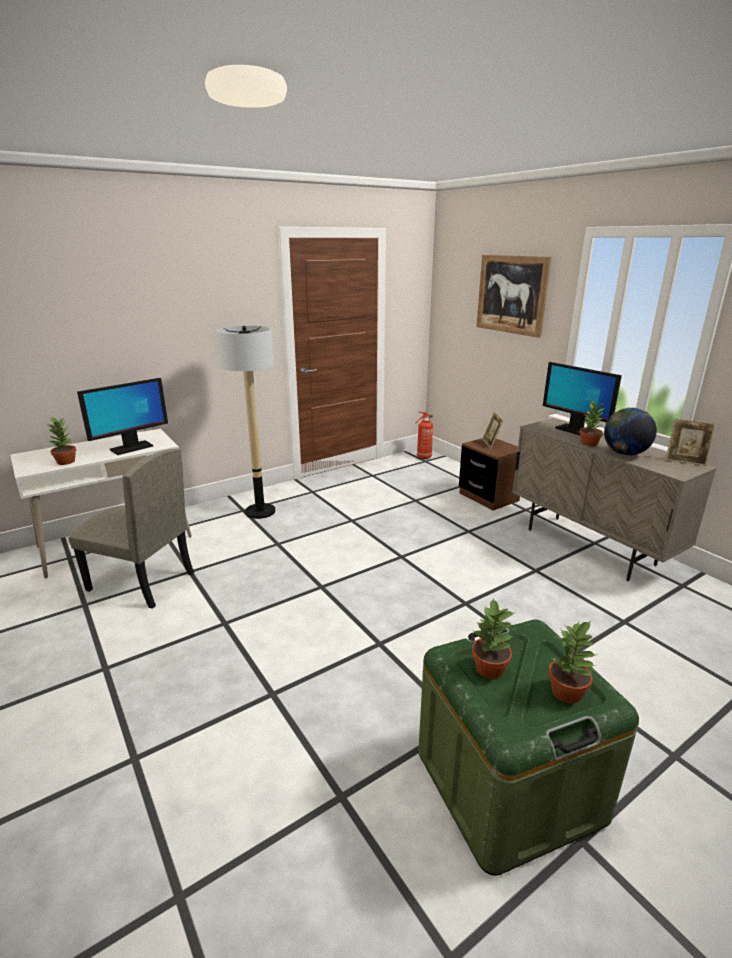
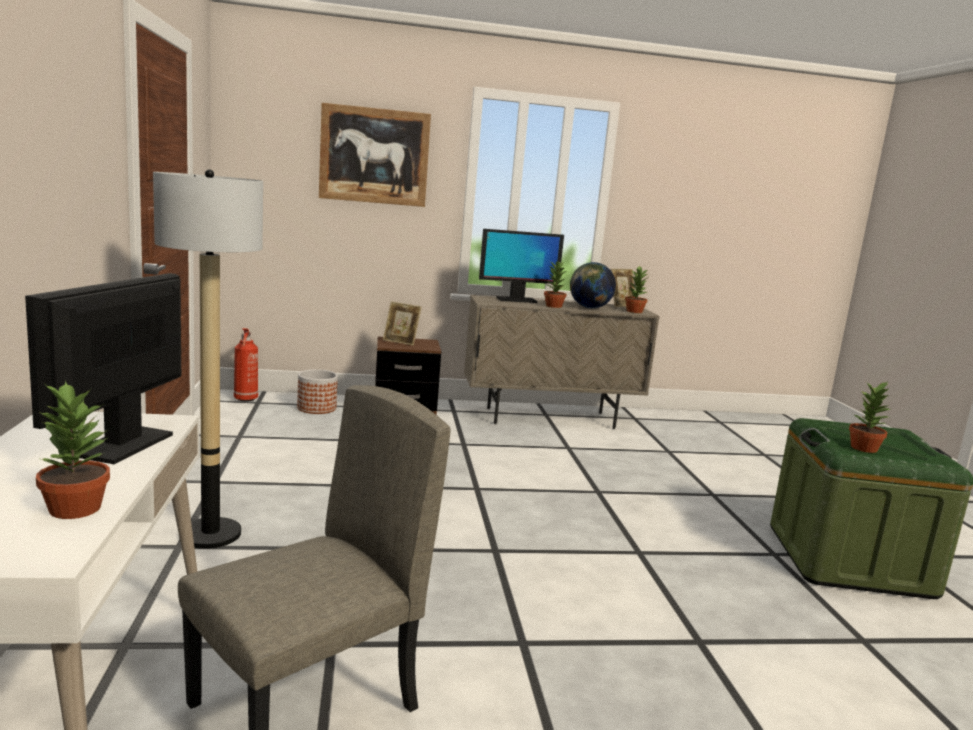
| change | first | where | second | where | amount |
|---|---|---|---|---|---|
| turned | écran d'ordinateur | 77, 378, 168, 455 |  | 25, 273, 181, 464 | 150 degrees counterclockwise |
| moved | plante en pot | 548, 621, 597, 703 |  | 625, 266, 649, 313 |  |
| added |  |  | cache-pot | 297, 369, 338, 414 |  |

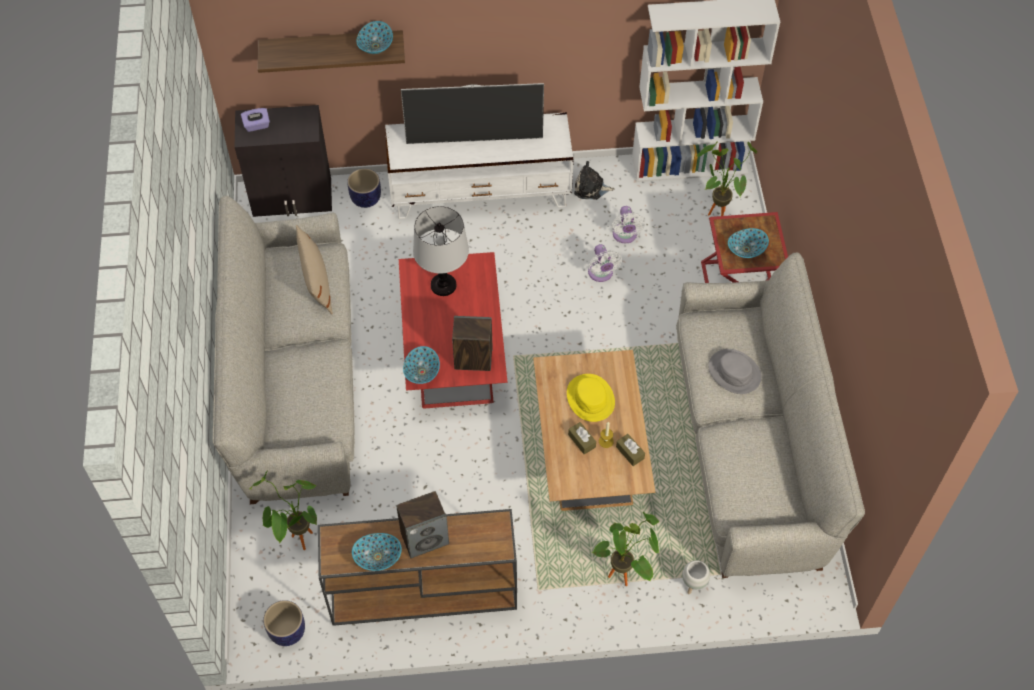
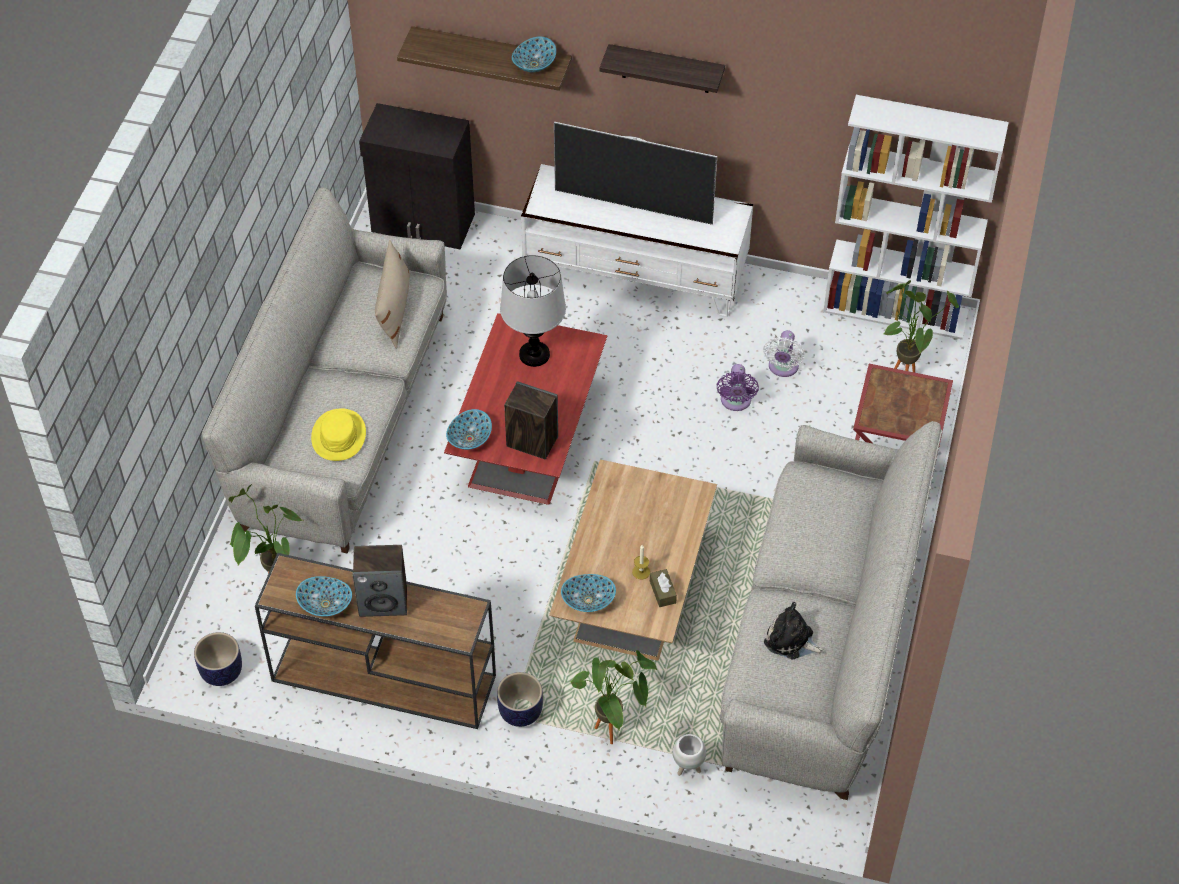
| change | first | where | second | where | amount |
|---|---|---|---|---|---|
| removed | boîte à mouchoirs (violet) | 241, 108, 270, 132 |  |  |  |
| moved | cache-pot | 347, 169, 381, 208 |  | 497, 672, 543, 727 |  |
| moved | chapeau (jaune) | 567, 374, 615, 422 |  | 311, 408, 366, 461 |  |
| removed | boîte à mouchoirs (marron) | 568, 422, 596, 454 |  |  |  |
| moved | peluche | 574, 161, 615, 200 |  | 764, 602, 824, 659 |  |
| recoloured | ventilateur (blanc) | 588, 244, 622, 282 | ventilateur (violet) | 716, 364, 759, 411 |  |
| removed | chapeau (gris) | 708, 349, 762, 394 |  |  |  |
| moved | bol | 728, 228, 769, 258 |  | 561, 574, 616, 612 |  |
| added |  |  | étagère | 600, 44, 725, 93 |  |

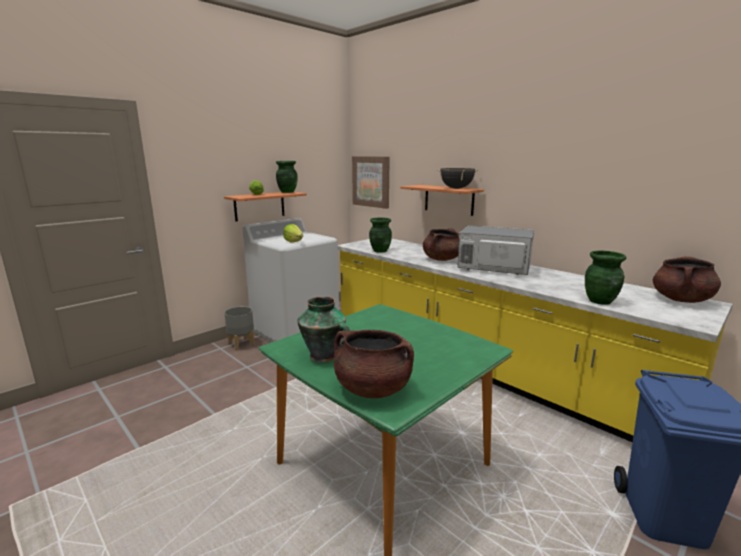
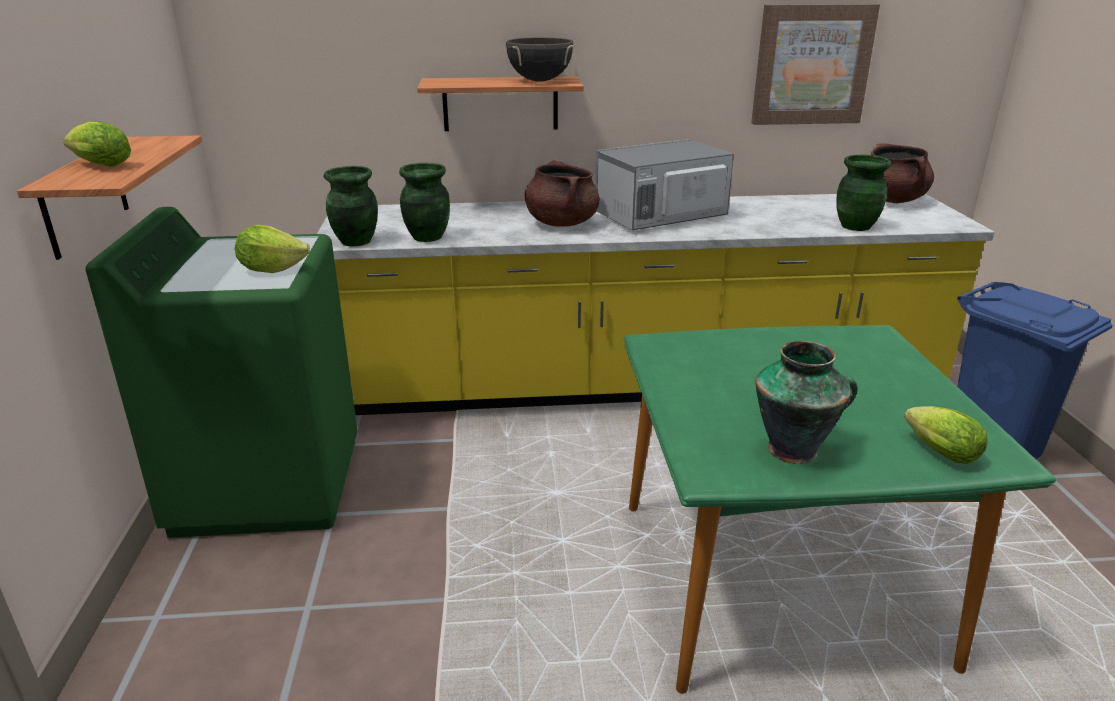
| change | first | where | second | where | amount |
|---|---|---|---|---|---|
| removed | cache-pot (gris) | 224, 306, 255, 351 |  |  |  |
| recoloured | lave-linge (blanc) | 243, 218, 339, 342 | lave-linge (vert) | 86, 207, 358, 538 |  |
| moved | vase (vert) | 276, 161, 298, 193 |  | 324, 166, 378, 246 |  |
| replaced | marmite (marron) | 334, 330, 414, 398 | laitue | 904, 406, 988, 464 |  |
| moved | tableau | 352, 156, 390, 209 |  | 751, 4, 880, 125 |  |

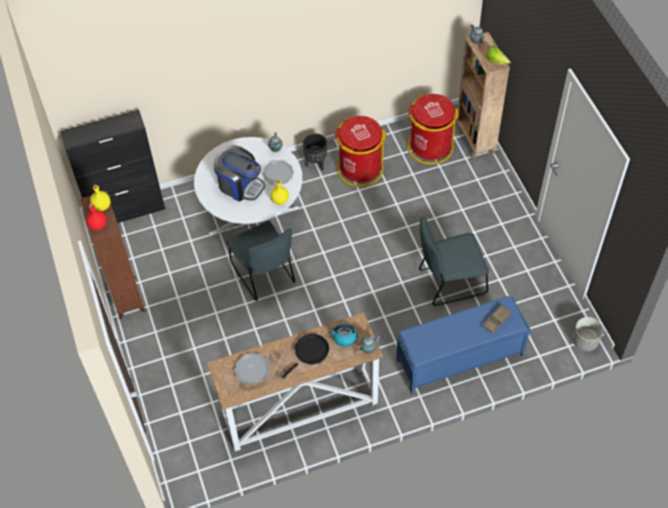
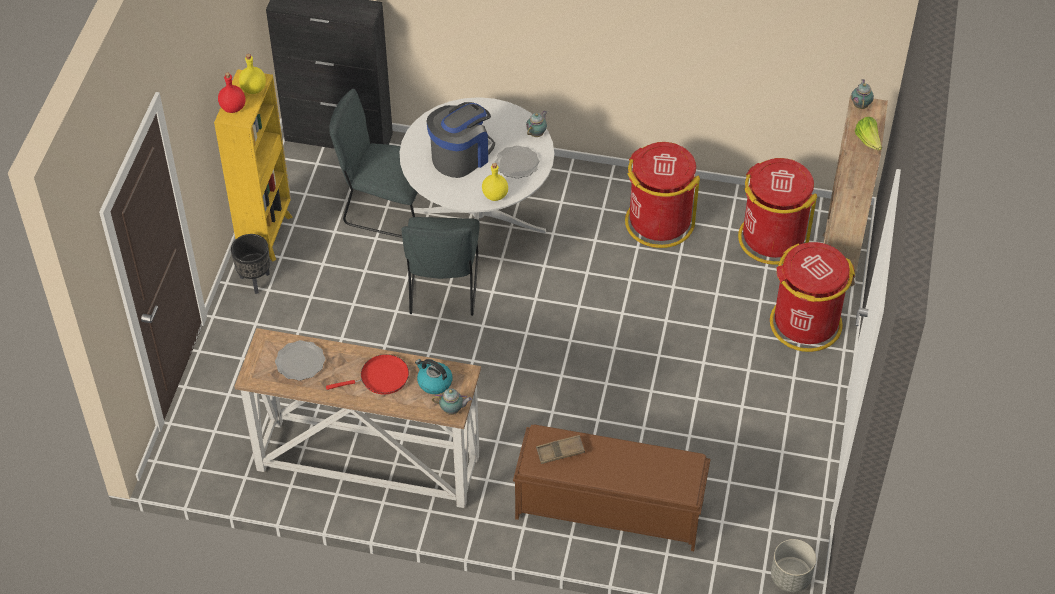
| change | first | where | second | where | amount |
|---|---|---|---|---|---|
| recoloured | bibliothèque (marron) | 81, 191, 146, 319 | bibliothèque (jaune) | 214, 69, 293, 261 |  |
| turned | machine à café | 214, 145, 265, 202 |  | 426, 102, 495, 178 | 105 degrees counterclockwise |
| recoloured | poêle (noir) | 282, 334, 329, 379 | poêle (rouge) | 326, 354, 409, 394 |  |
| moved | cache-pot (noir) | 303, 133, 327, 171 |  | 231, 234, 270, 294 |  |
| recoloured | banc (bleu) | 396, 296, 531, 394 | banc (marron) | 513, 425, 711, 551 |  |
| moved | chaise (gris) | 419, 215, 489, 306 |  | 329, 89, 418, 238 |  |
| moved | plateau (marron) | 482, 305, 512, 334 |  | 536, 435, 585, 464 |  |
| added |  |  | poubelle (rouge) | 770, 242, 855, 352 |  |

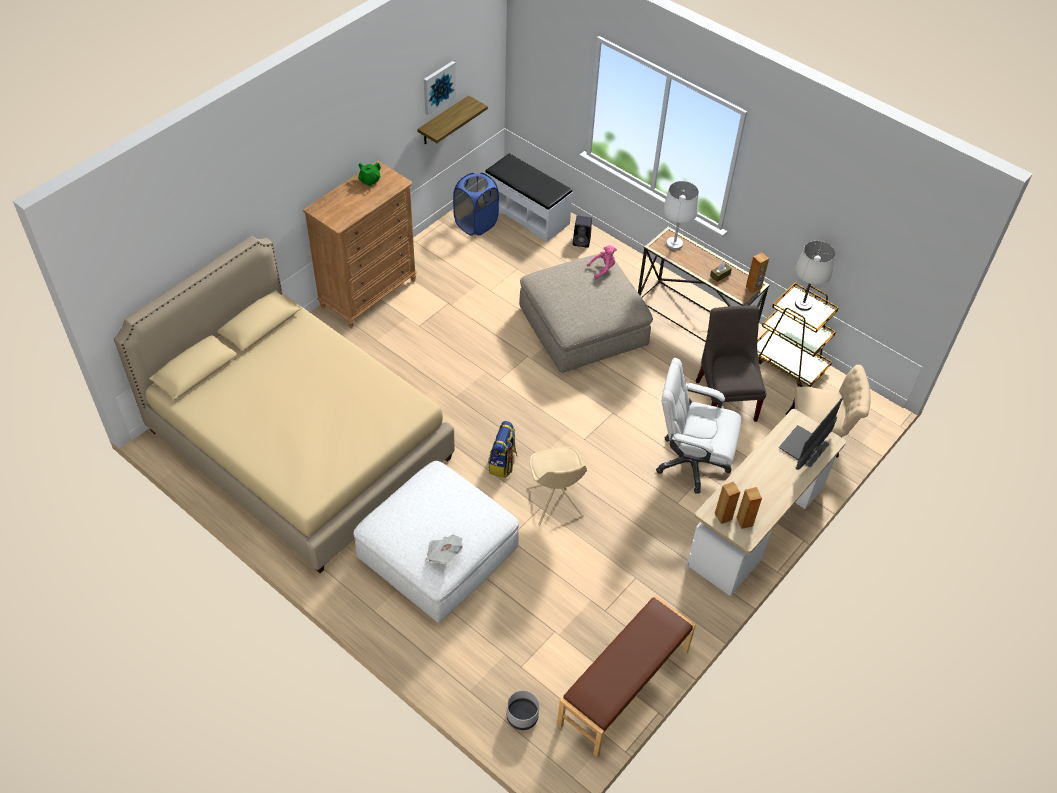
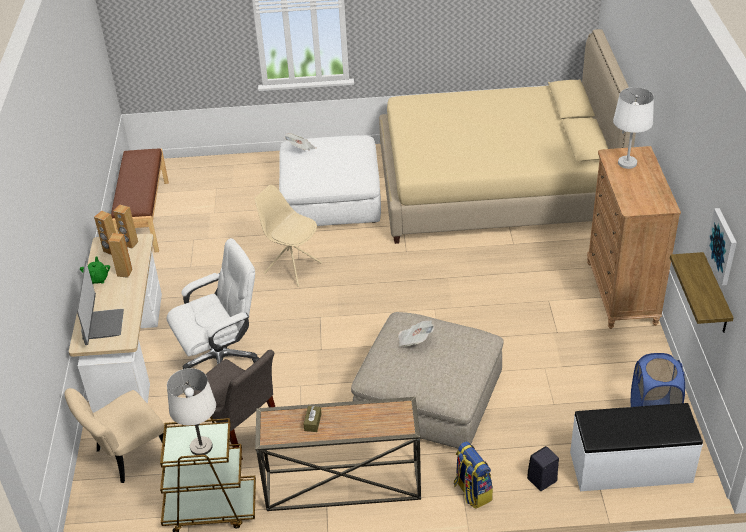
| change | first | where | second | where | amount |
|---|---|---|---|---|---|
| moved | théière (vert) | 358, 162, 381, 186 |  | 80, 257, 110, 284 |  |
| moved | sac à dos | 488, 421, 518, 478 |  | 454, 441, 493, 509 |  |
| removed | cache-pot (gris) | 507, 690, 539, 730 |  |  |  |
| removed | peluche (rose) | 587, 245, 617, 279 |  |  |  |
| moved | lampe de table (blanc) | 663, 181, 699, 250 |  | 613, 87, 654, 169 |  |
| moved | enceinte (marron) | 746, 252, 769, 293 |  | 108, 233, 133, 278 |  |
| added |  |  | journal | 398, 320, 434, 347 |  |

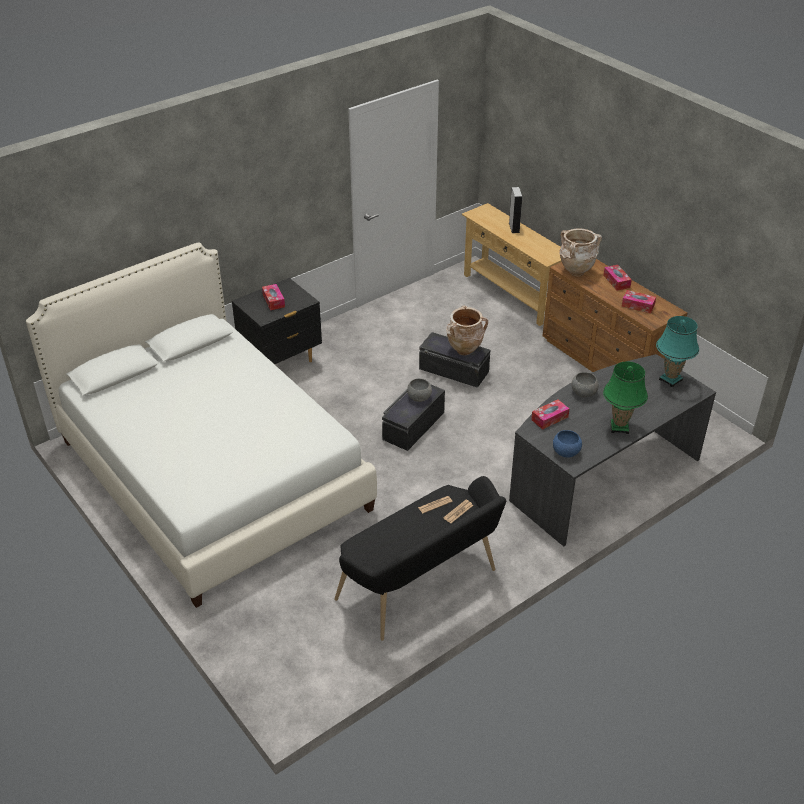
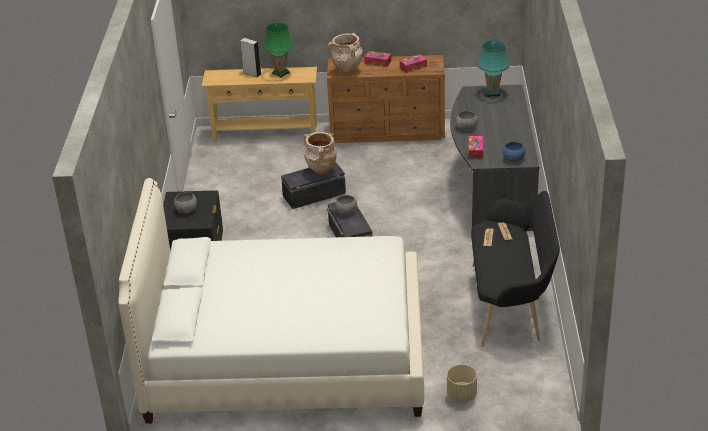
| change | first | where | second | where | amount |
|---|---|---|---|---|---|
| replaced | boîte à mouchoirs | 262, 284, 285, 310 | bol (gris) | 174, 192, 197, 214 |  |
| moved | lampe de table (vert) | 603, 361, 648, 434 |  | 263, 23, 294, 78 |  |
| added |  |  | cache-pot (beige) | 447, 364, 477, 403 |  |

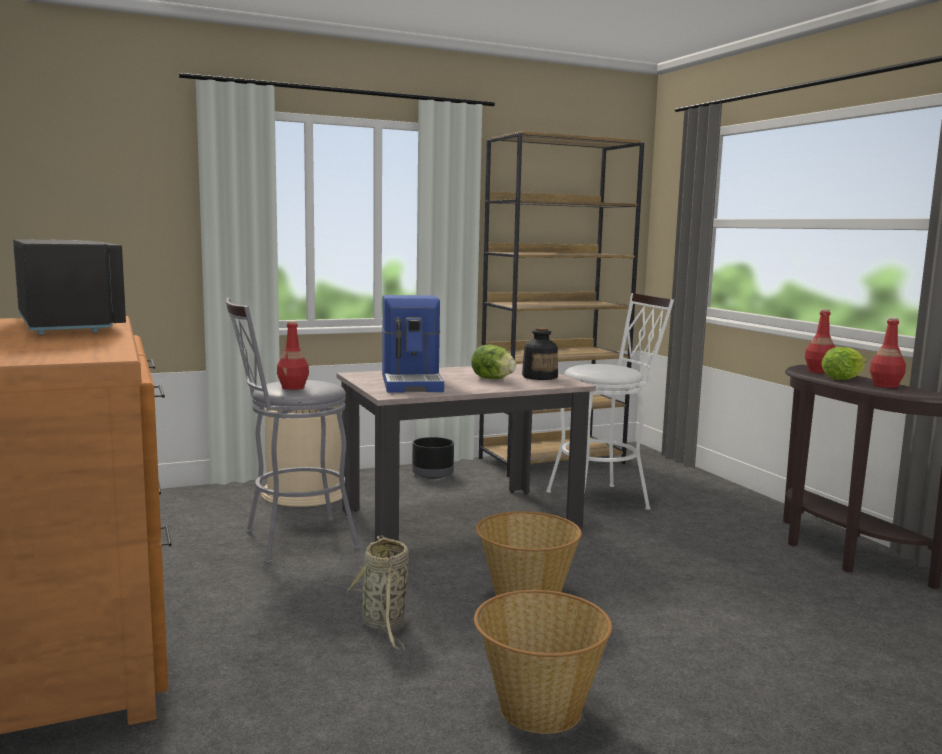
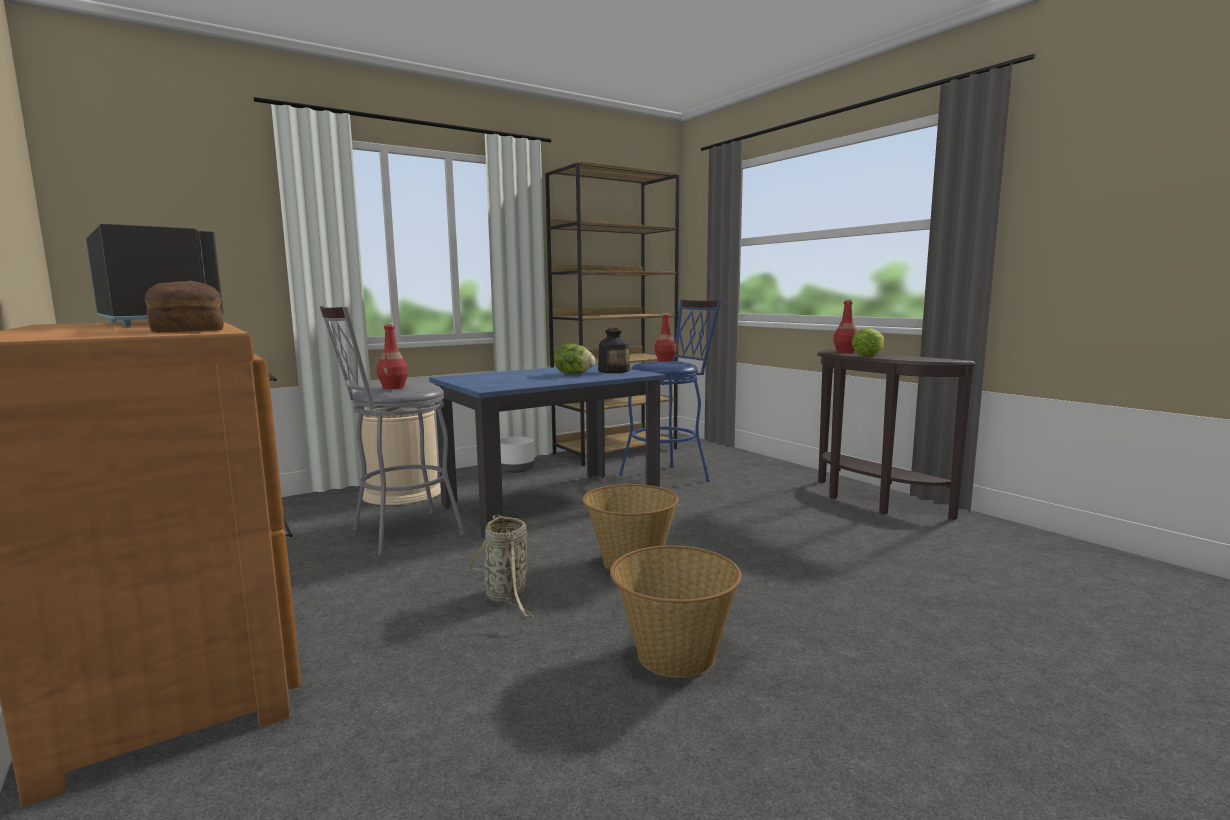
| change | first | where | second | where | amount |
|---|---|---|---|---|---|
| recoloured | table à manger (beige) | 336, 364, 596, 542 | table à manger (bleu) | 429, 364, 666, 538 |  |
| removed | machine à café | 382, 295, 444, 393 |  |  |  |
| recoloured | cache-pot (noir) | 412, 437, 454, 479 | cache-pot (blanc) | 500, 437, 535, 473 |  |
| recoloured | tabouret (blanc) | 546, 293, 674, 510 | tabouret (bleu) | 619, 300, 721, 482 |  |
| moved | bouteille (rouge) | 870, 317, 906, 388 |  | 655, 313, 677, 361 |  |
| added |  |  | pain | 145, 281, 224, 332 |  |

